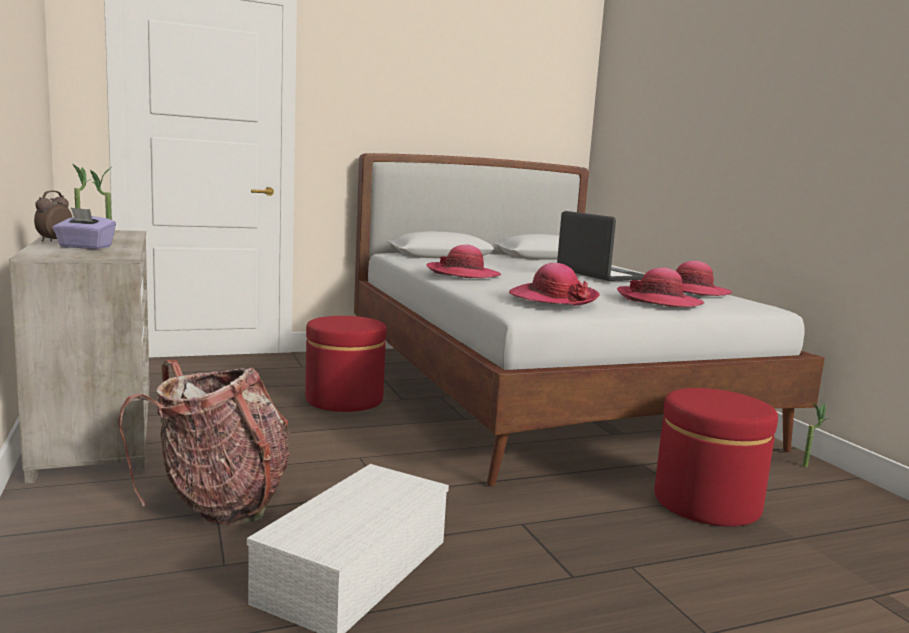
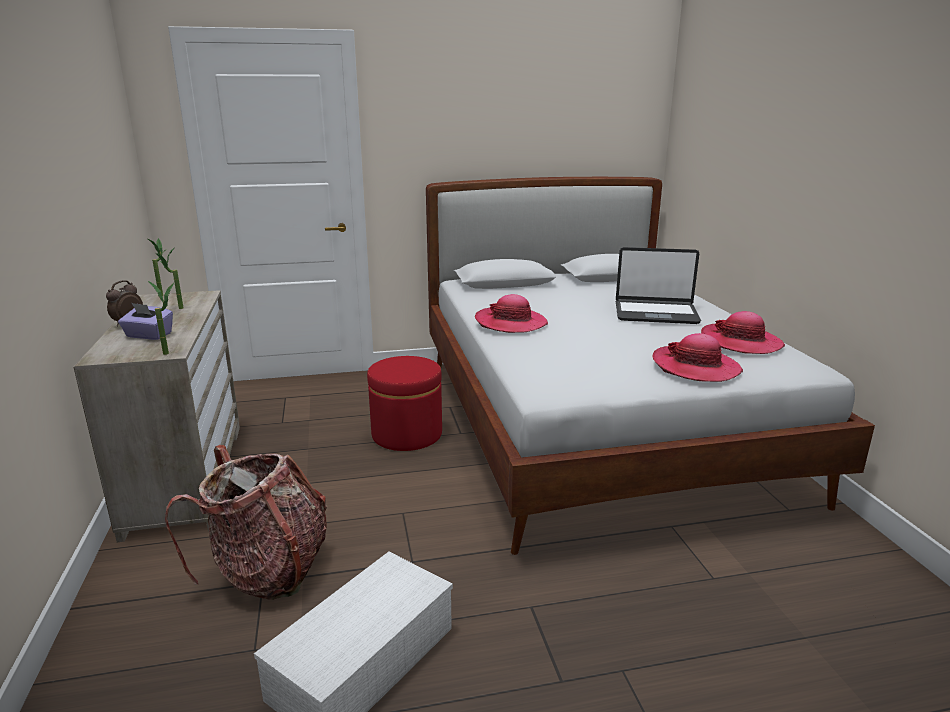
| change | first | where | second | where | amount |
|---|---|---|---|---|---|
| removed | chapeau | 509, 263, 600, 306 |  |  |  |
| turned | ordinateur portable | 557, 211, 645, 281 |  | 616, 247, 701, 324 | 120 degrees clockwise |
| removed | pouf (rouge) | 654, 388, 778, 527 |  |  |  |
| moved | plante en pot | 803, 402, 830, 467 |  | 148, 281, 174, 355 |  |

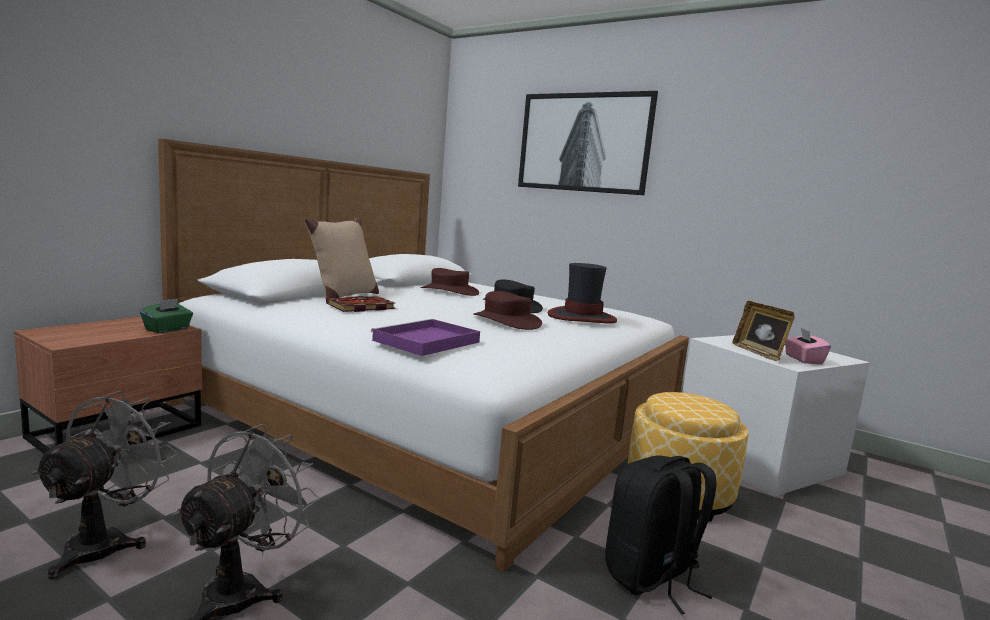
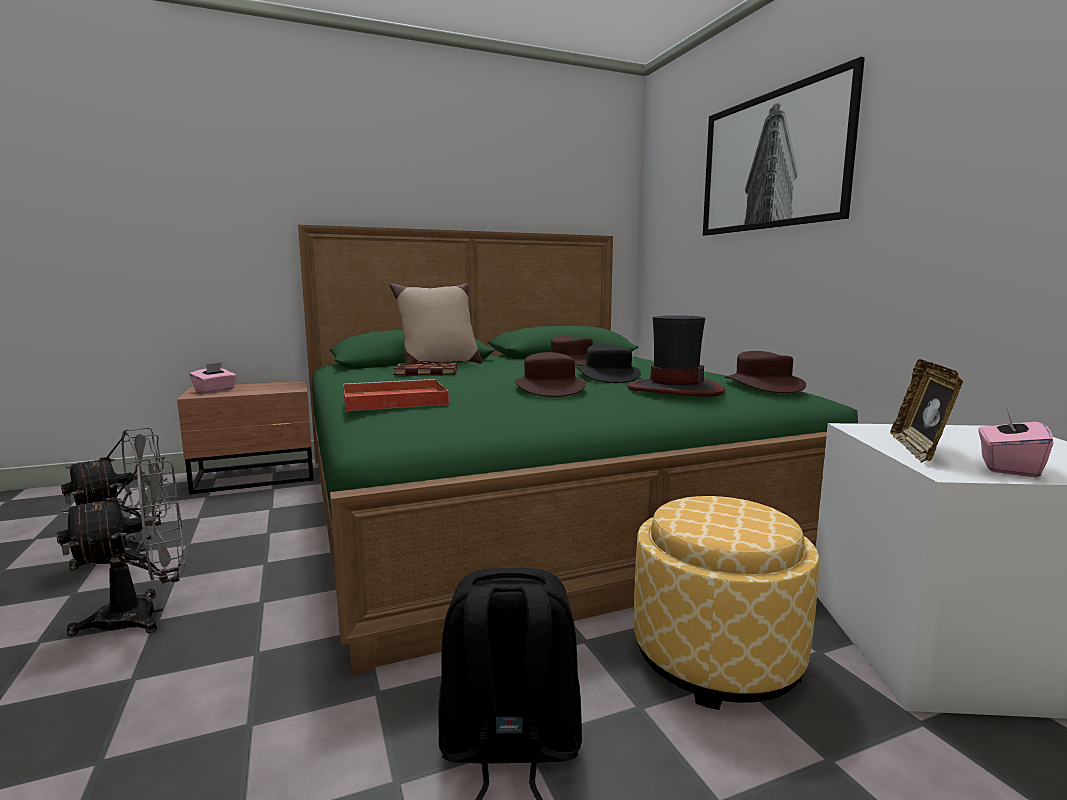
| change | first | where | second | where | amount |
|---|---|---|---|---|---|
| removed | boîte à mouchoirs (vert) | 140, 298, 193, 333 |  |  |  |
| recoloured | lit (blanc) | 158, 138, 689, 572 | lit (vert) | 298, 224, 858, 675 |  |
| recoloured | plateau (violet) | 371, 319, 480, 356 | plateau (rouge) | 343, 379, 449, 411 |  |
| added |  |  | boîte à mouchoirs (rose) | 190, 362, 236, 393 |  |
| added |  |  | chapeau (marron) | 725, 351, 806, 393 |  |

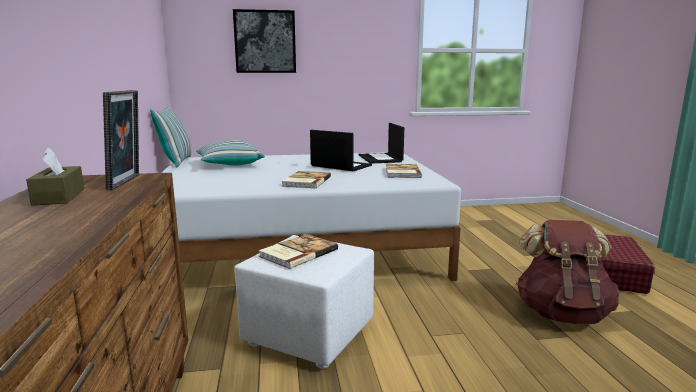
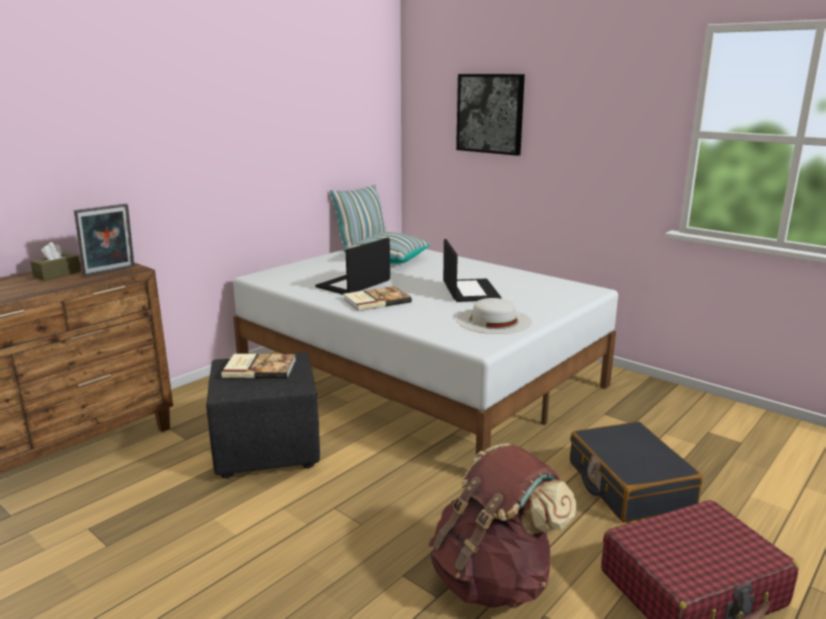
| change | first | where | second | where | amount |
|---|---|---|---|---|---|
| recoloured | pouf (blanc) | 234, 235, 374, 369 | pouf (noir) | 206, 352, 320, 478 |  |
| moved | ordinateur portable | 359, 123, 404, 164 |  | 315, 238, 390, 295 |  |
| replaced | livre | 386, 164, 422, 178 | chapeau (blanc) | 456, 298, 532, 334 |  |
| added |  |  | valise (noir) | 570, 421, 703, 523 |  |

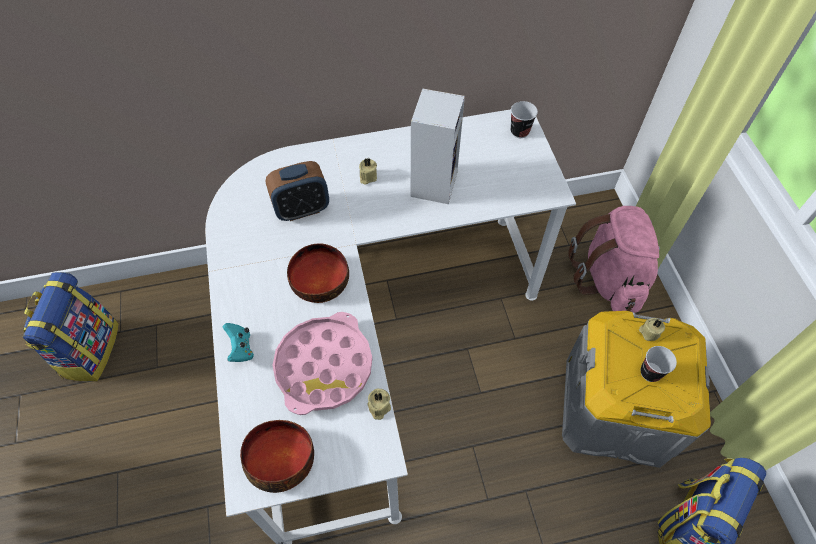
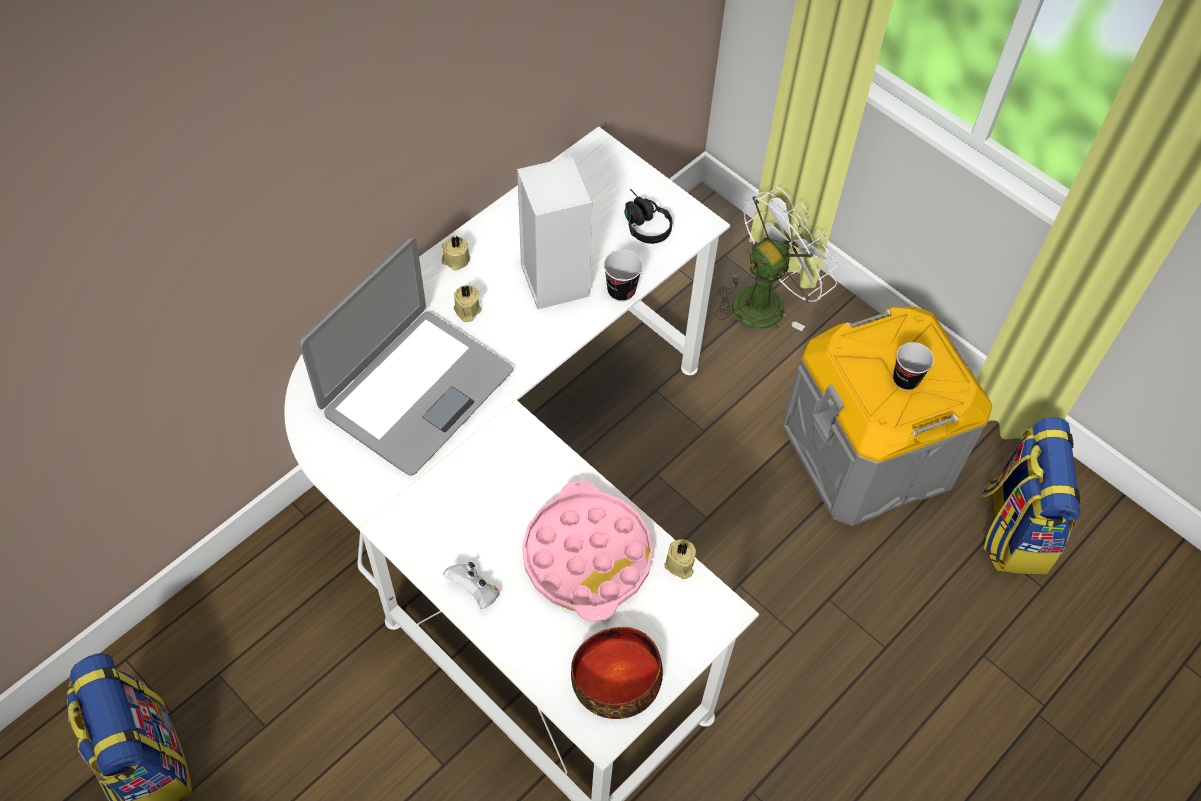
| change | first | where | second | where | amount |
|---|---|---|---|---|---|
| recoloured | manette (turquoise) | 223, 323, 254, 362 | manette (blanc) | 444, 562, 500, 609 |  |
| replaced | réveil | 266, 161, 329, 221 | ordinateur portable | 300, 237, 513, 475 |  |
| removed | bol | 287, 243, 349, 303 |  |  |  |
| moved | tasse | 511, 101, 538, 138 |  | 604, 250, 643, 302 |  |
| replaced | sac à dos (rose) | 568, 206, 660, 313 | ventilateur (blanc) | 715, 187, 838, 331 |  |
| moved | bougie (beige) | 639, 318, 665, 341 |  | 442, 235, 470, 271 |  |
| added |  |  | casque audio (noir) | 624, 189, 672, 244 |  |

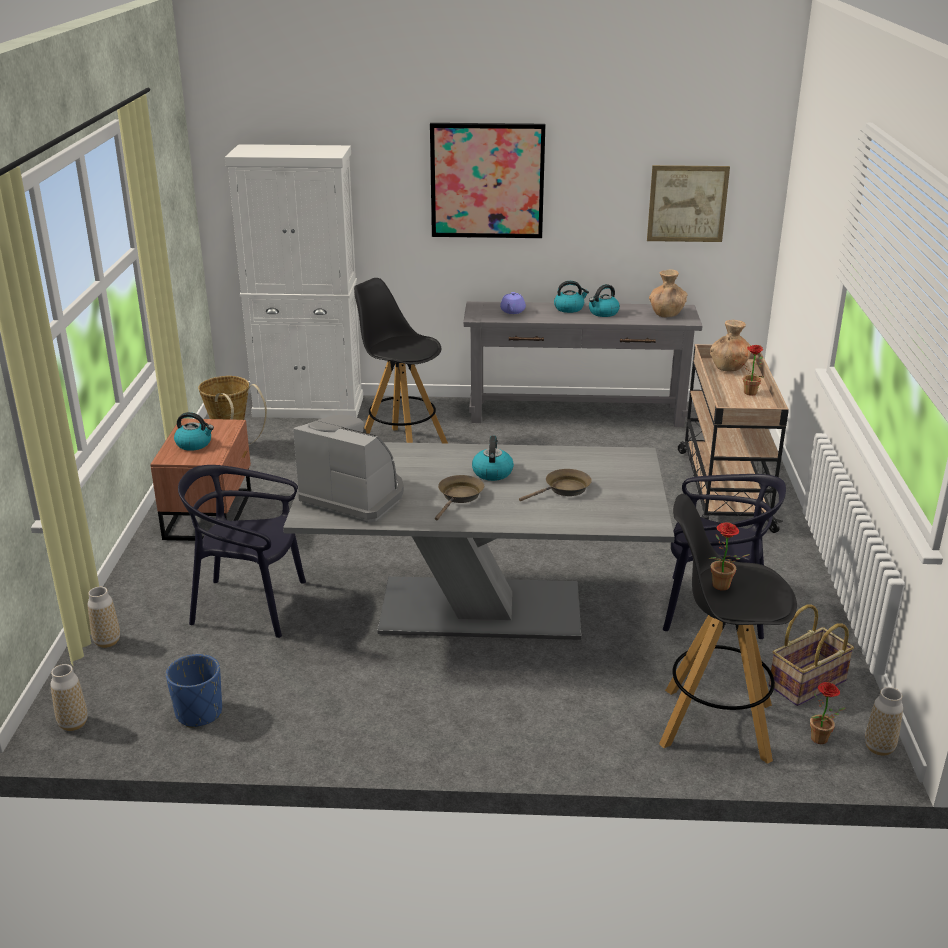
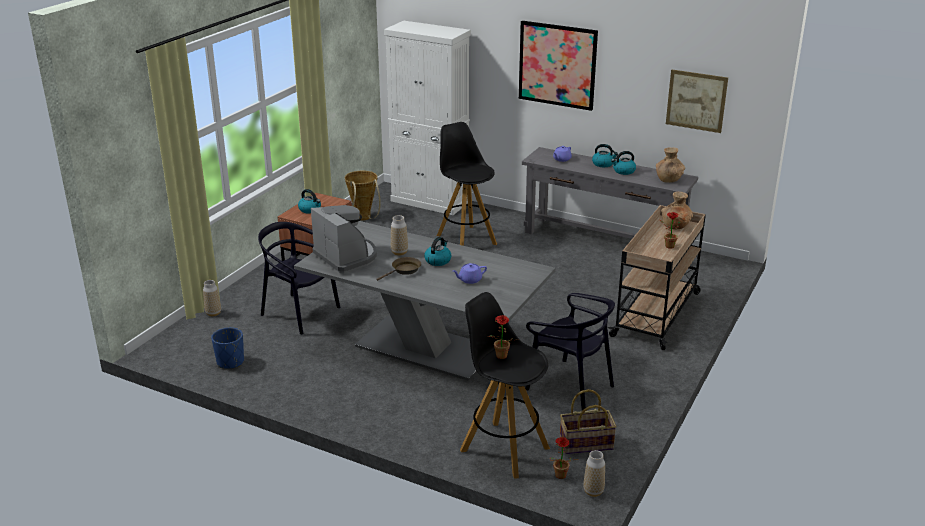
| change | first | where | second | where | amount |
|---|---|---|---|---|---|
| moved | vase | 50, 664, 88, 731 |  | 391, 215, 408, 256 |  |
| replaced | poêle (marron) | 519, 469, 592, 501 | théière (violet) | 453, 263, 487, 284 |  |

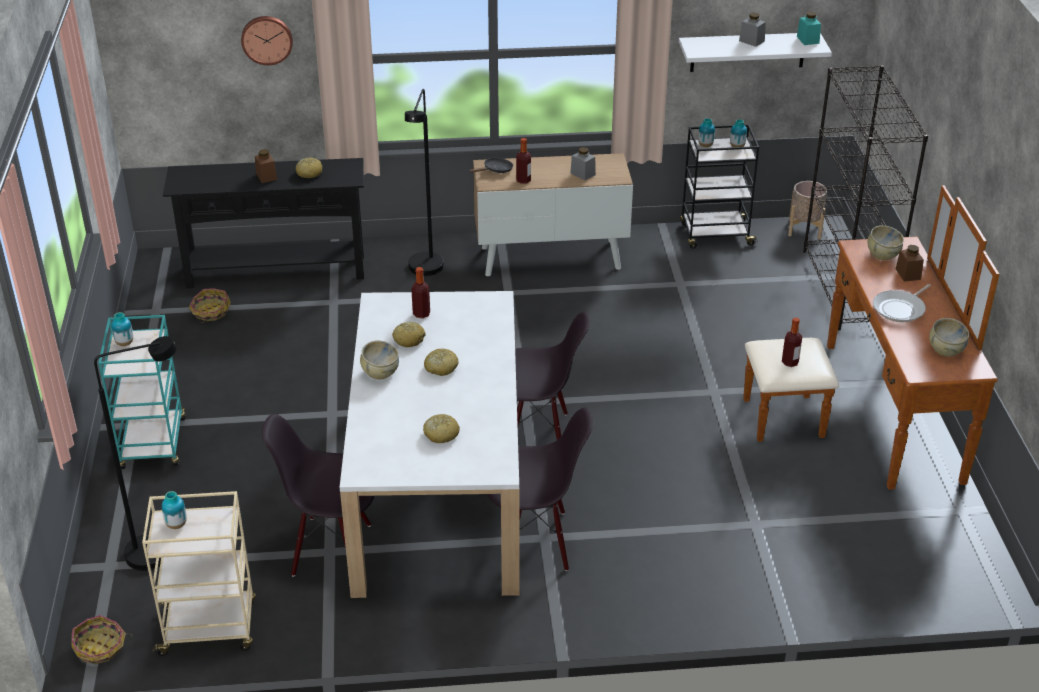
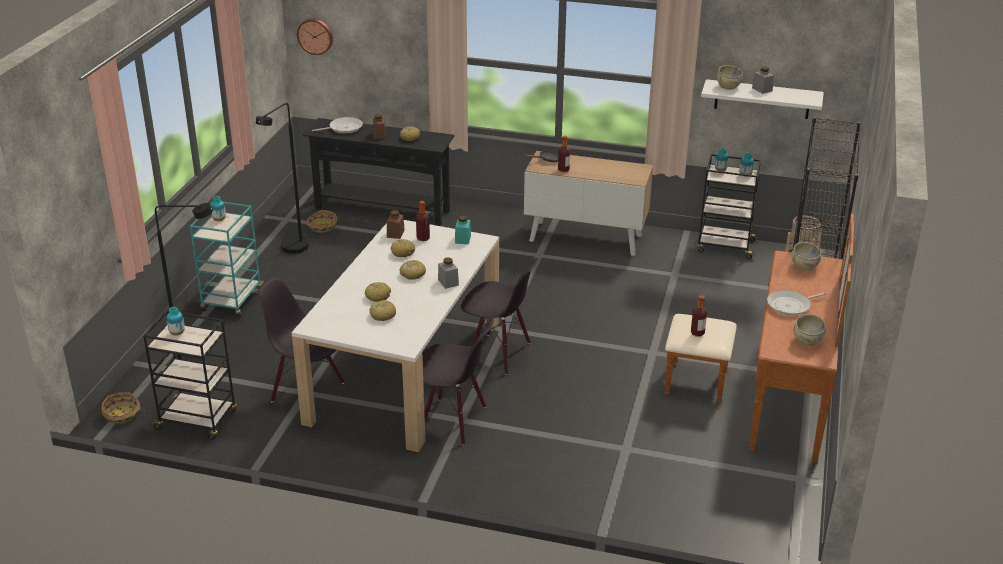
| change | first | where | second | where | amount |
|---|---|---|---|---|---|
| recoloured | chariot (beige) | 142, 491, 256, 656 | chariot (noir) | 143, 310, 237, 440 |  |
| moved | horloge murale | 241, 16, 293, 65 |  | 297, 19, 333, 55 |  |
| moved | bol (beige) | 360, 340, 399, 380 |  | 717, 65, 743, 90 |  |
| moved | lampadaire (noir) | 405, 89, 444, 276 |  | 256, 103, 309, 254 |  |
| moved | bocal (gris) | 570, 147, 596, 181 |  | 438, 258, 459, 289 |  |
| moved | bocal (turquoise) | 797, 12, 821, 45 |  | 455, 216, 471, 244 |  |
| moved | bocal (marron) | 896, 245, 924, 282 |  | 387, 210, 405, 239 |  |
| added |  |  | poêle | 312, 117, 363, 133 |  |
| added |  |  | pain | 365, 282, 391, 302 |  |

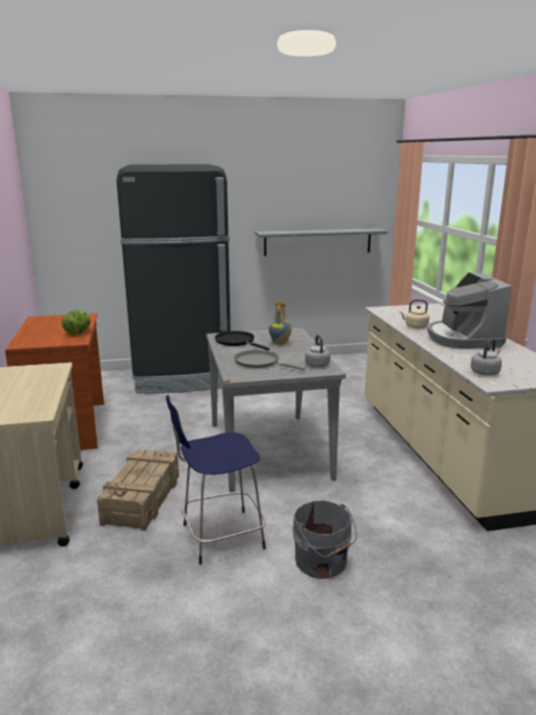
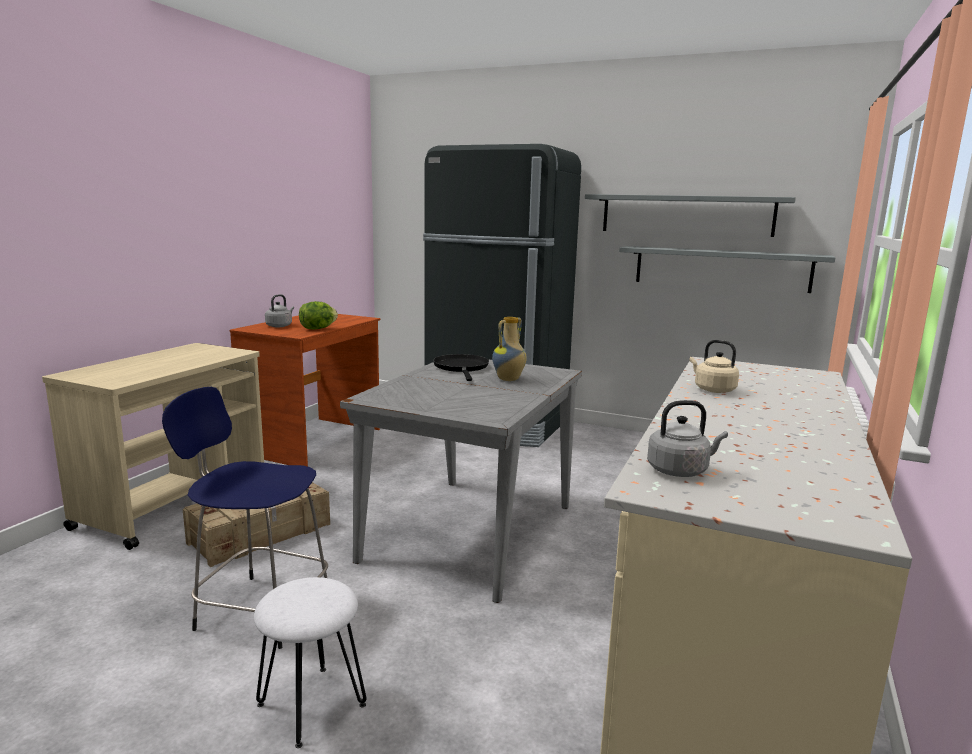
| change | first | where | second | where | amount |
|---|---|---|---|---|---|
| removed | poêle (gris) | 234, 350, 305, 370 |  |  |  |
| replaced | seau (gris) | 292, 500, 357, 579 | tabouret (blanc) | 254, 577, 366, 748 |  |
| moved | bouilloire (gris) | 305, 335, 330, 368 |  | 265, 294, 294, 327 |  |
| removed | machine à café | 428, 272, 512, 349 |  |  |  |
| added |  |  | étagère (gris) | 585, 194, 796, 237 |  |

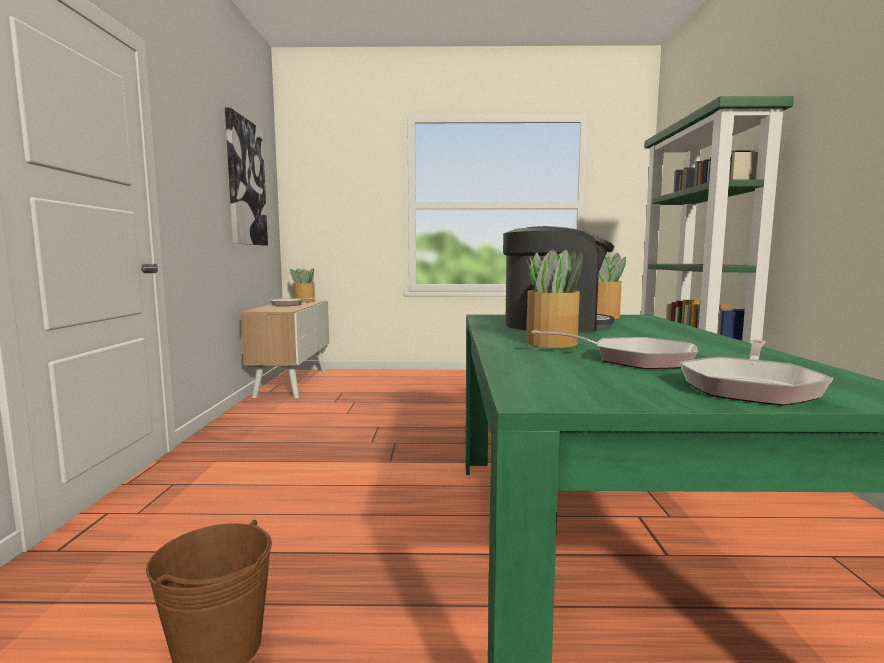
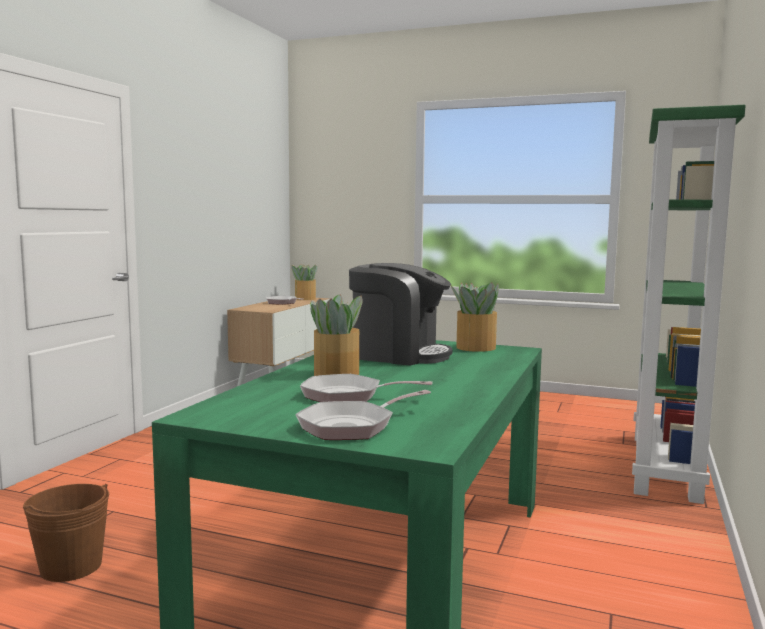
| change | first | where | second | where | amount |
|---|---|---|---|---|---|
| removed | tableau | 225, 107, 268, 246 |  |  |  |
| turned | poêle | 531, 330, 698, 369 |  | 300, 374, 433, 402 | 150 degrees clockwise |

